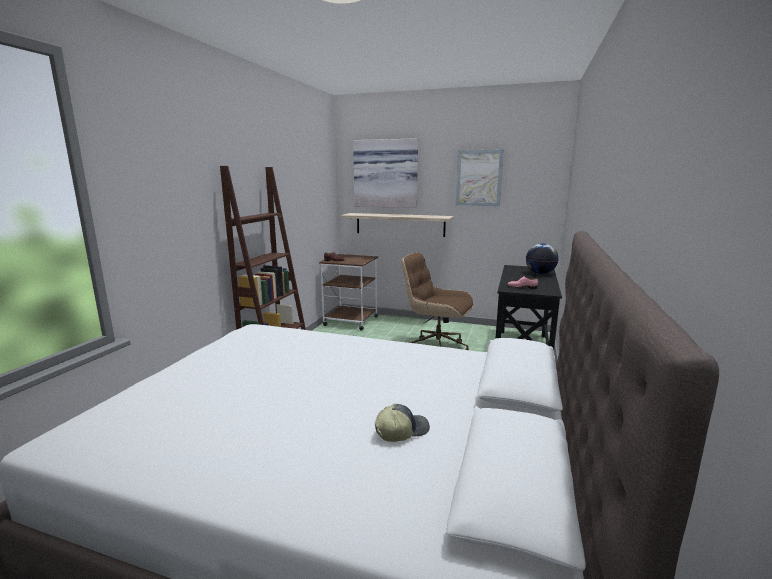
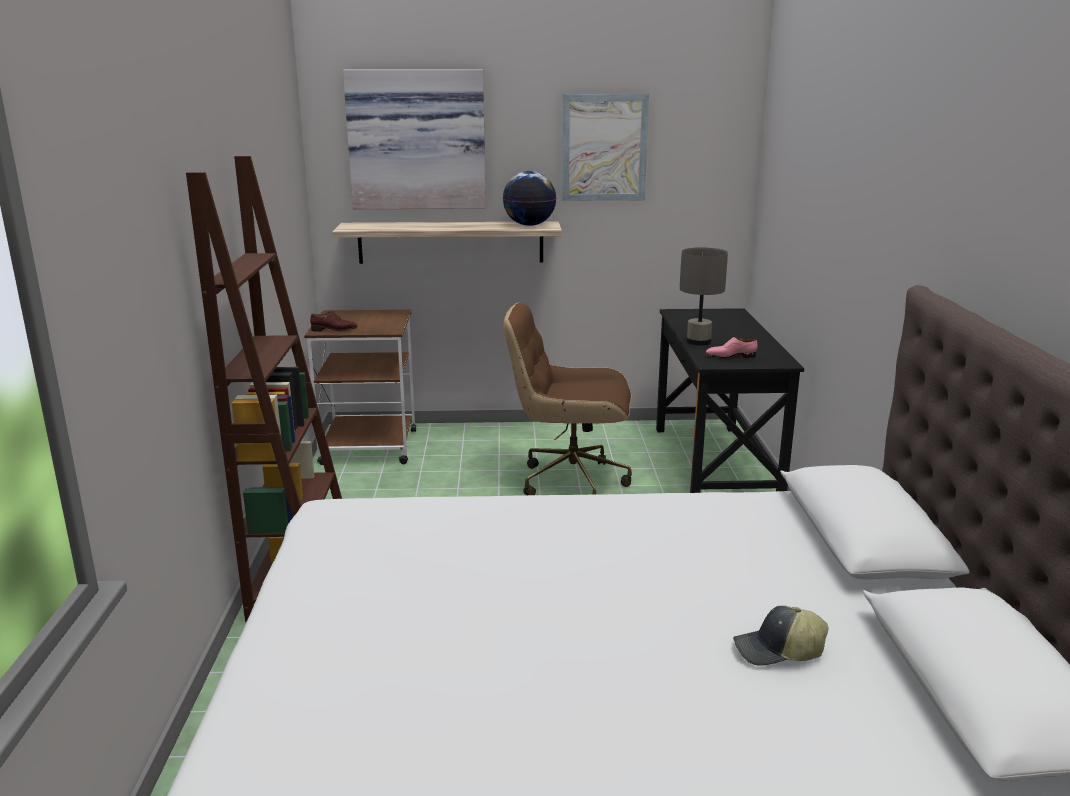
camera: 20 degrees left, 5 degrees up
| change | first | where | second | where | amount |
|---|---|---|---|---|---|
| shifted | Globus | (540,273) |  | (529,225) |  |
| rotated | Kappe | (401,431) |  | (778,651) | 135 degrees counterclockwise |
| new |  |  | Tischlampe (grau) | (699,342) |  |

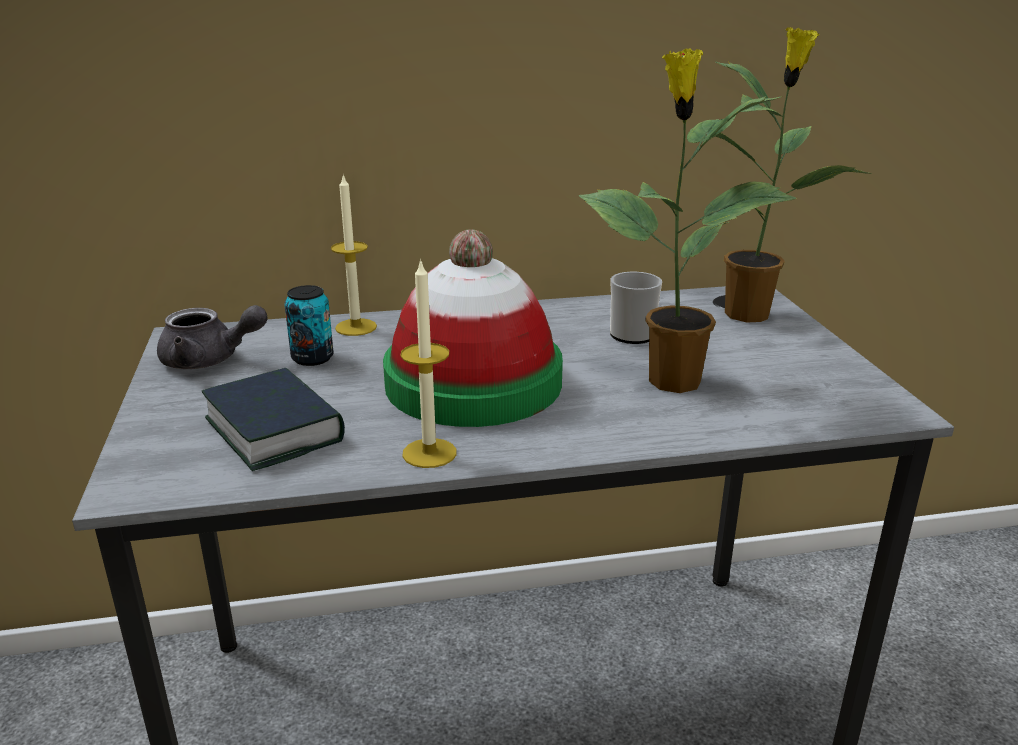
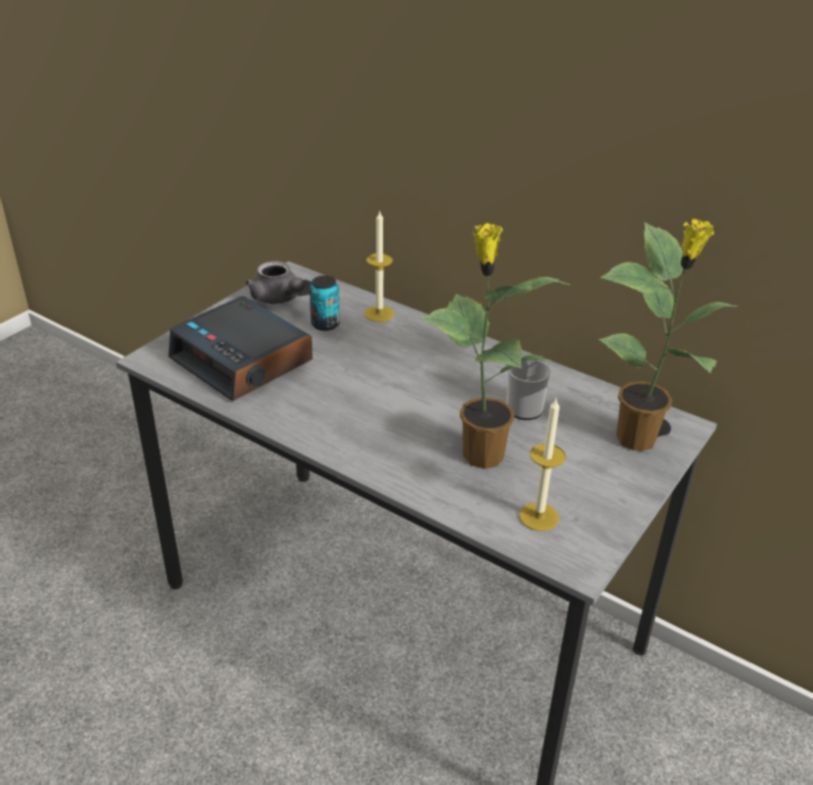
camera: 45 degrees right, 10 degrees up
| change | first | where | second | where | amount |
|---|---|---|---|---|---|
| gone | Hut | (473,382) |  |  |  |
| shifted | Kerze | (429,453) |  | (539,516) |  |
| swapped | Buch | (274,430) | Wecker | (243,360) |  |

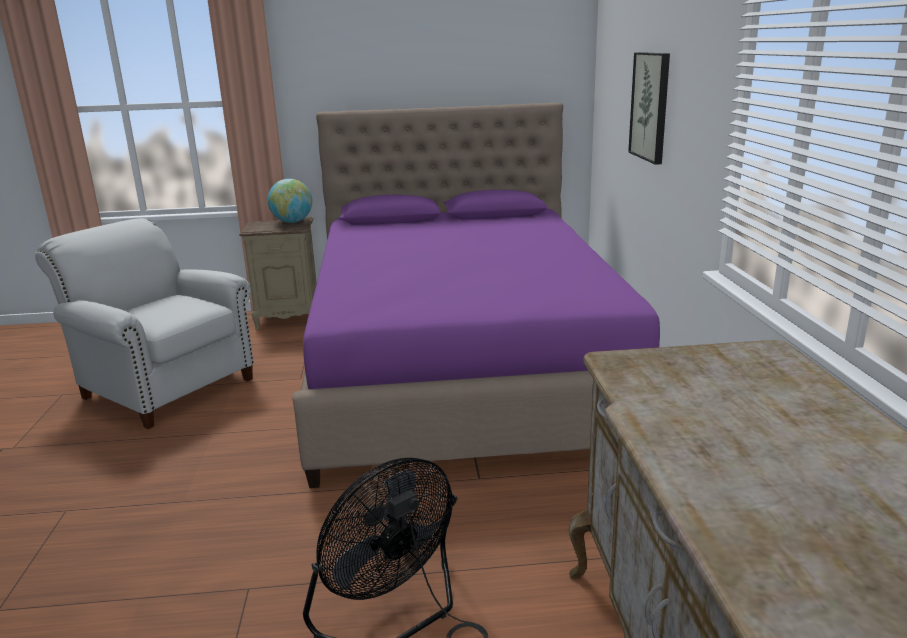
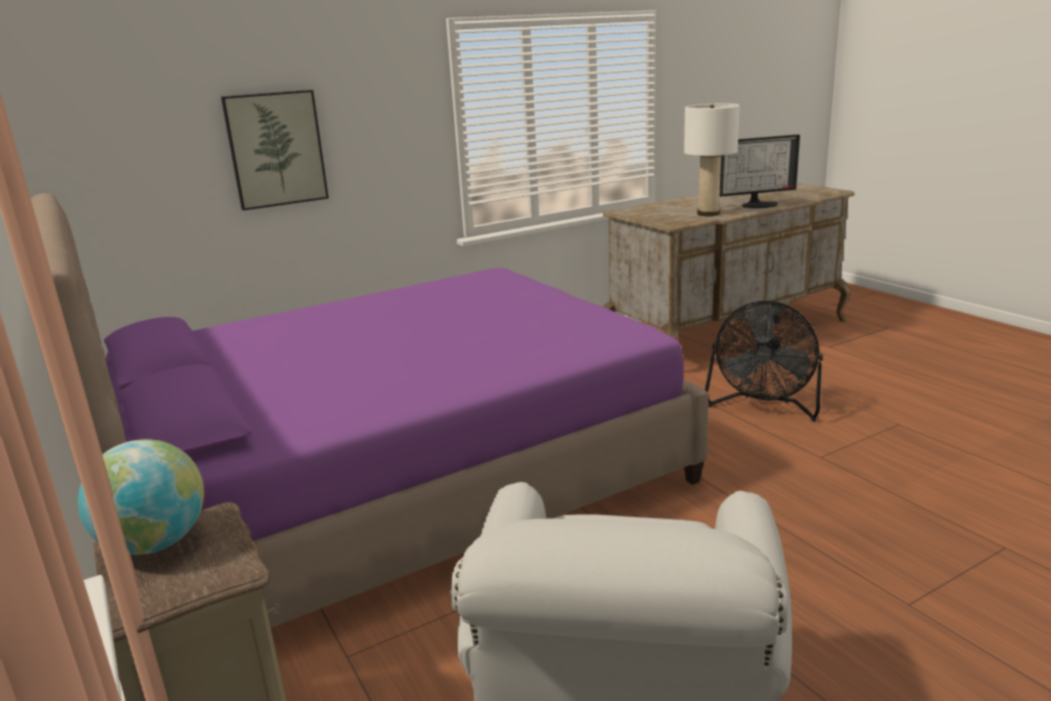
camera: 115 degrees left, 0 degrees up
| change | first | where | second | where | amount |
|---|---|---|---|---|---|
| new |  |  | Tischlampe (weiß) | (708,214) |  |
| new |  |  | Monitor | (758,204) |  |

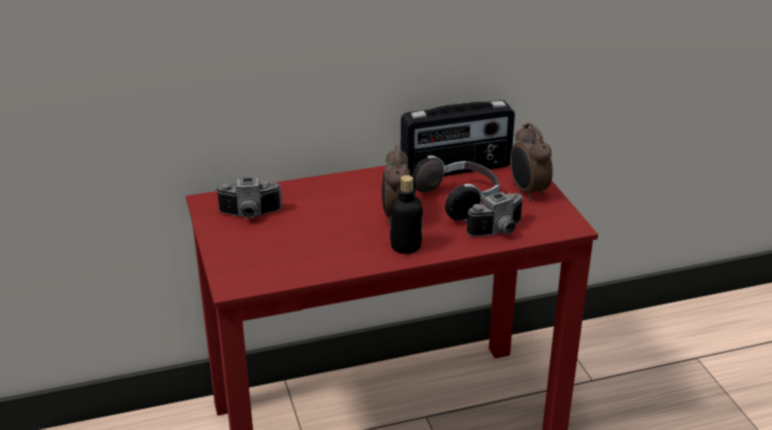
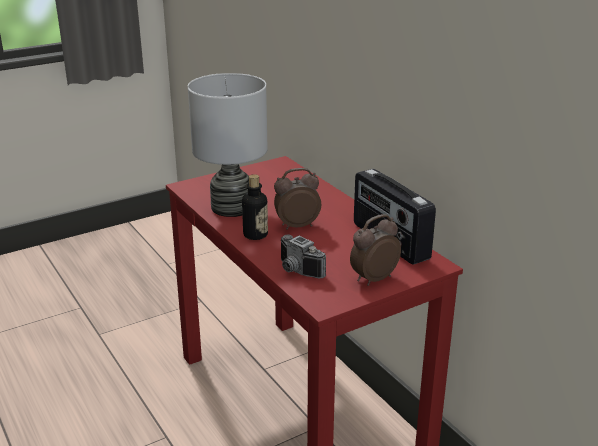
camera: 75 degrees right, 5 degrees down
| change | first | where | second | where | amount |
|---|---|---|---|---|---|
| gone | Kopfhörer | (459,200) |  |  |  |
| gone | Kamera | (250,215) |  |  |  |
| new |  |  | Tischlampe (grau) | (232,207) |  |

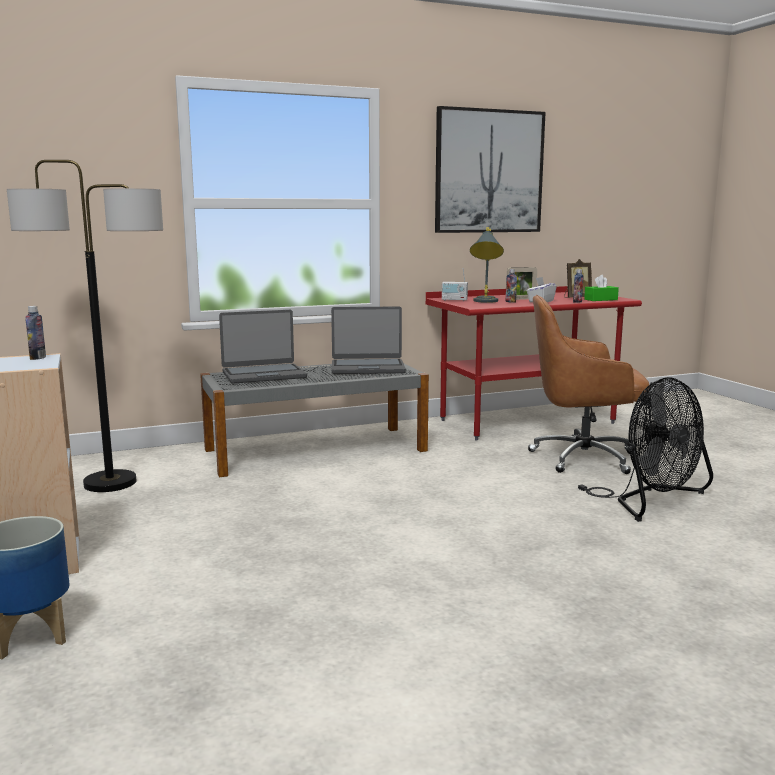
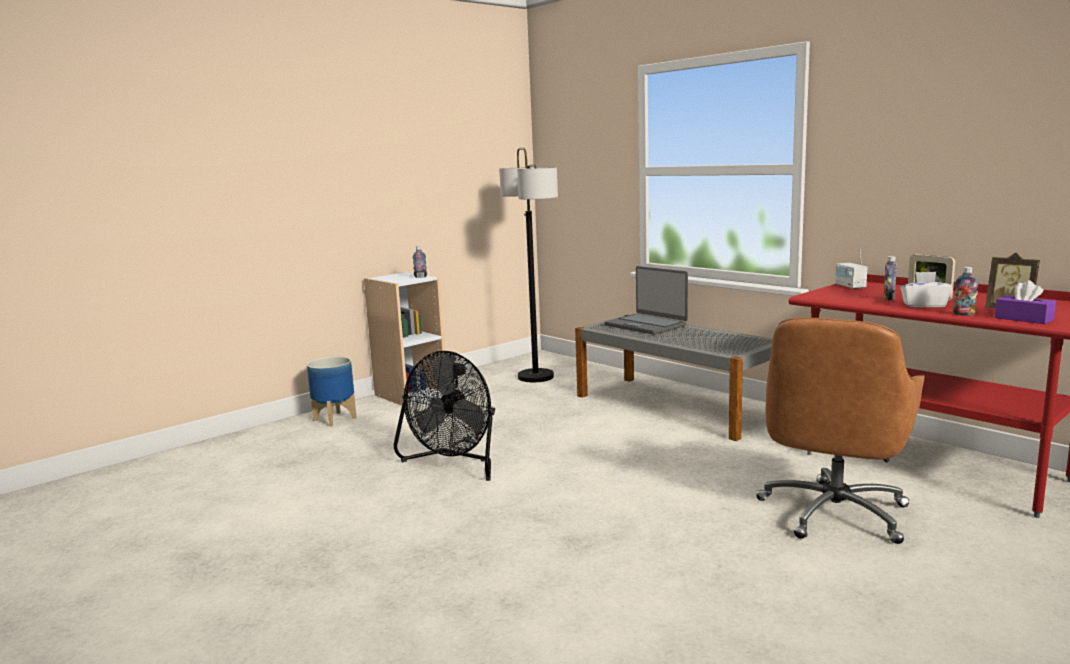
camera: 70 degrees right, 0 degrees up
| change | first | where | second | where | amount |
|---|---|---|---|---|---|
| gone | Bild | (489,172) |  |  |  |
| gone | Tischlampe (grau) | (485,302) |  |  |  |
| repainted | Taschentuchbox (grün) | (601,299) | Taschentuchbox (lila) | (1023,319) |  |
| rotated | Bürostuhl (braun) | (583,457) |  | (833,513) | 135 degrees counterclockwise |
| gone | Laptop | (367,368) |  |  |  |
| shifted | Ventilator (schwarz) | (647,500) |  | (454,462) |  |

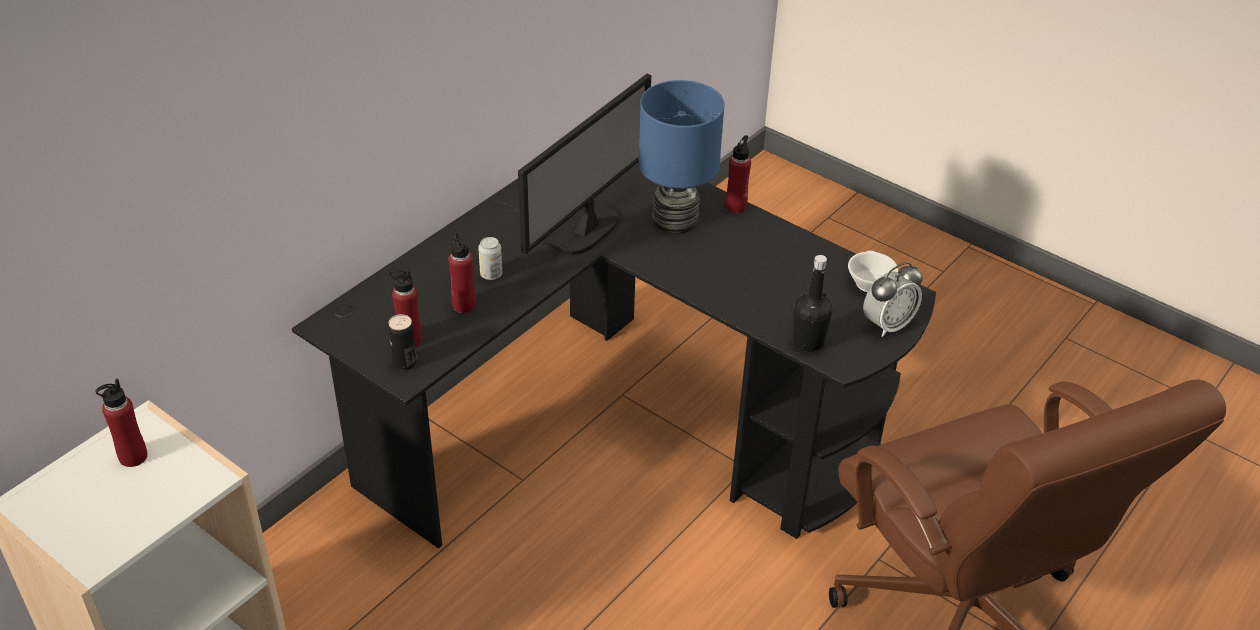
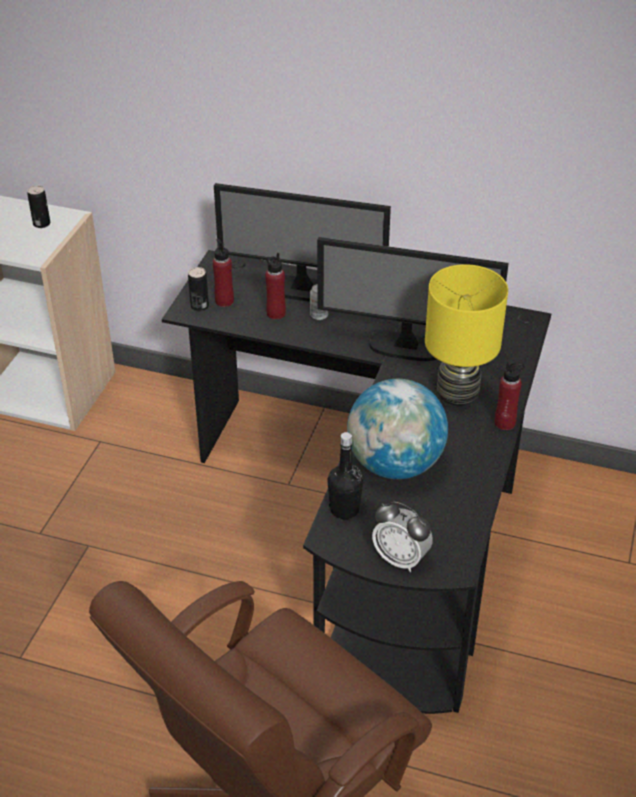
camera: 70 degrees right, 0 degrees up
| change | first | where | second | where | amount |
|---|---|---|---|---|---|
| repainted | Tischlampe (blau) | (675,219) | Tischlampe (gelb) | (458,391) |  |
| gone | Tasse (weiß) | (867,282) |  |  |  |
| swapped | Flasche (rot) | (133,456) | Dose | (41,224) |  |
| new |  |  | Monitor | (302,290) |  |
| new |  |  | Globus | (395,464) |  |

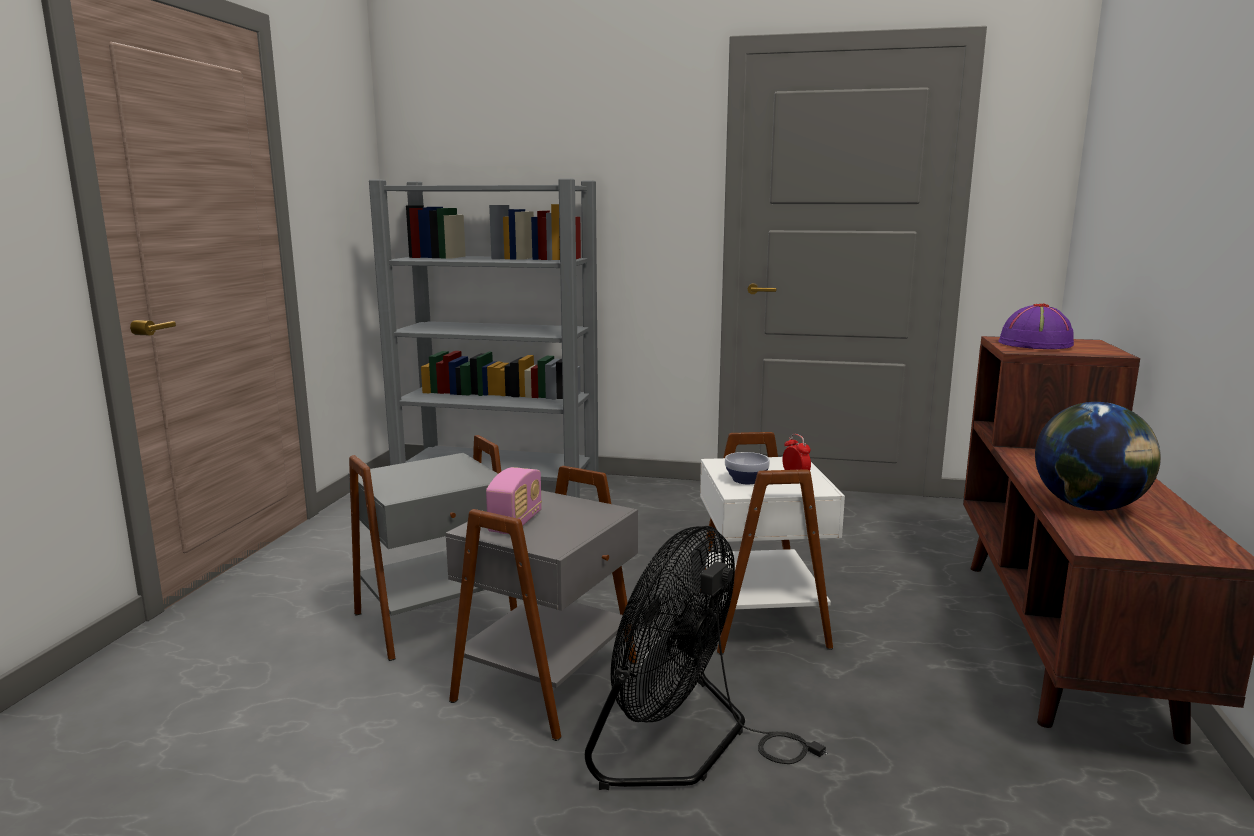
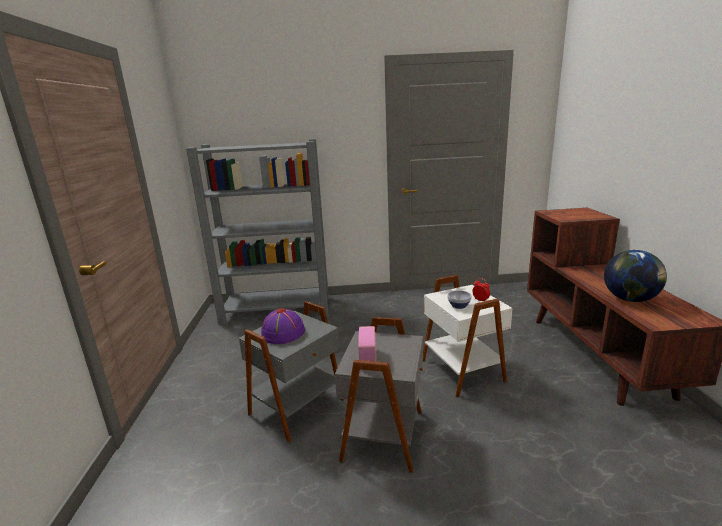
camera: 15 degrees left, 5 degrees up
| change | first | where | second | where | amount |
|---|---|---|---|---|---|
| shifted | Hut (lila) | (1035,345) |  | (283,333) |  |
| gone | Ventilator (schwarz) | (697,740) |  |  |  |

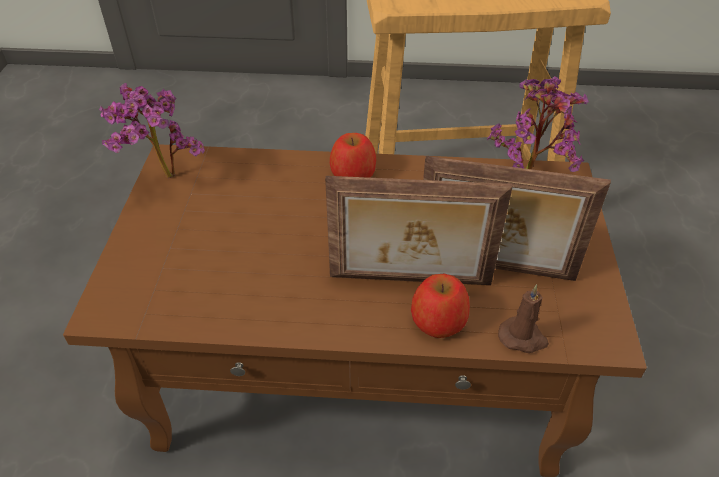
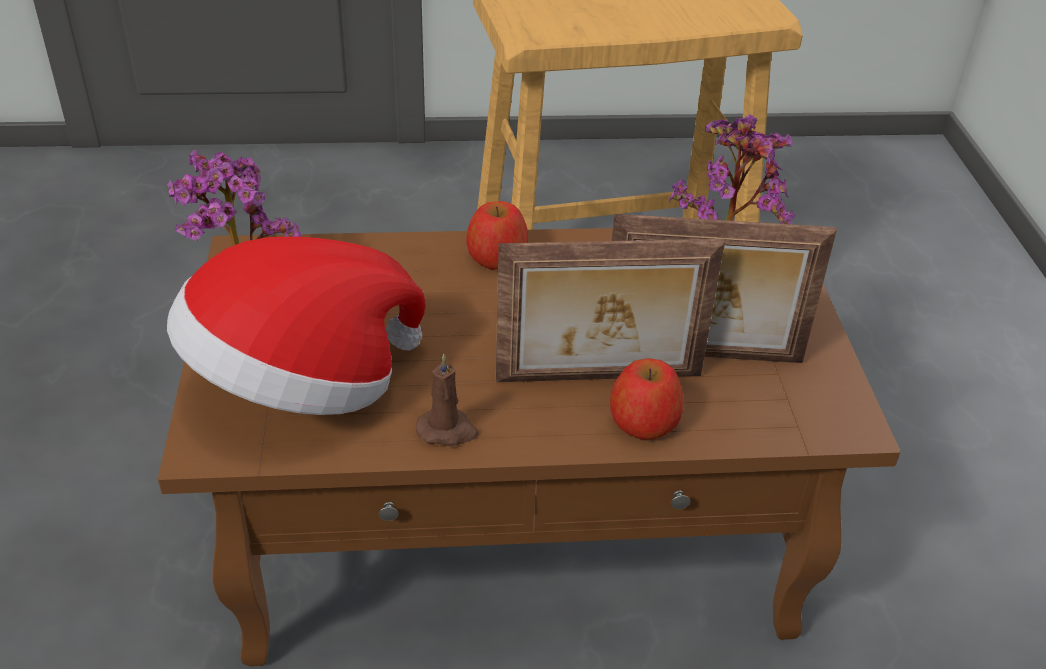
camera: 10 degrees left, 5 degrees down
| change | first | where | second | where | amount |
|---|---|---|---|---|---|
| shifted | Kerze (braun) | (523,337) |  | (448,430) |  |
| new |  |  | Hut | (301,384) |  |

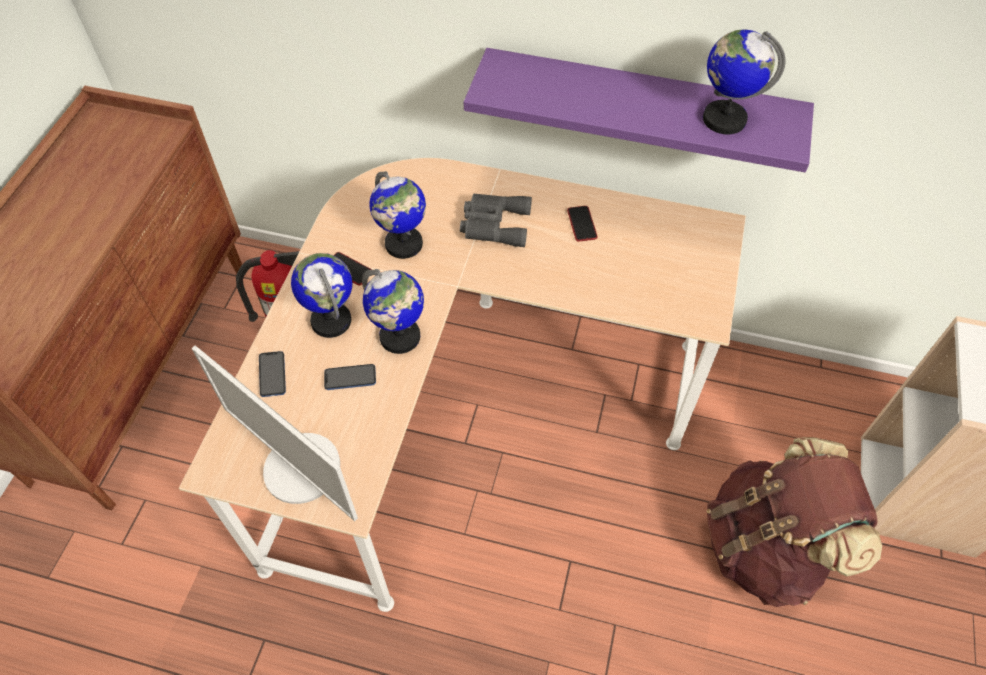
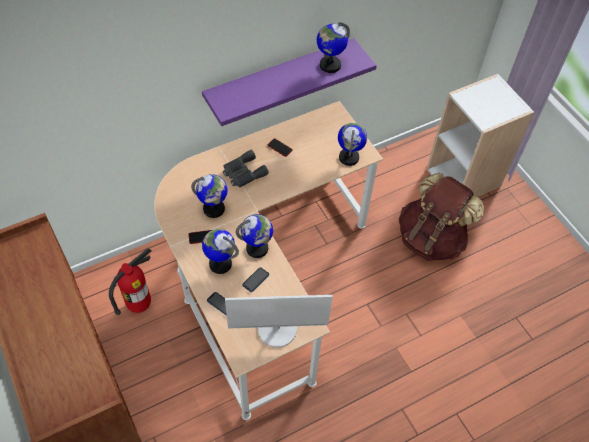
camera: 45 degrees left, 0 degrees up
| change | first | where | second | where | amount |
|---|---|---|---|---|---|
| new |  |  | Globus | (349,157) |  |

